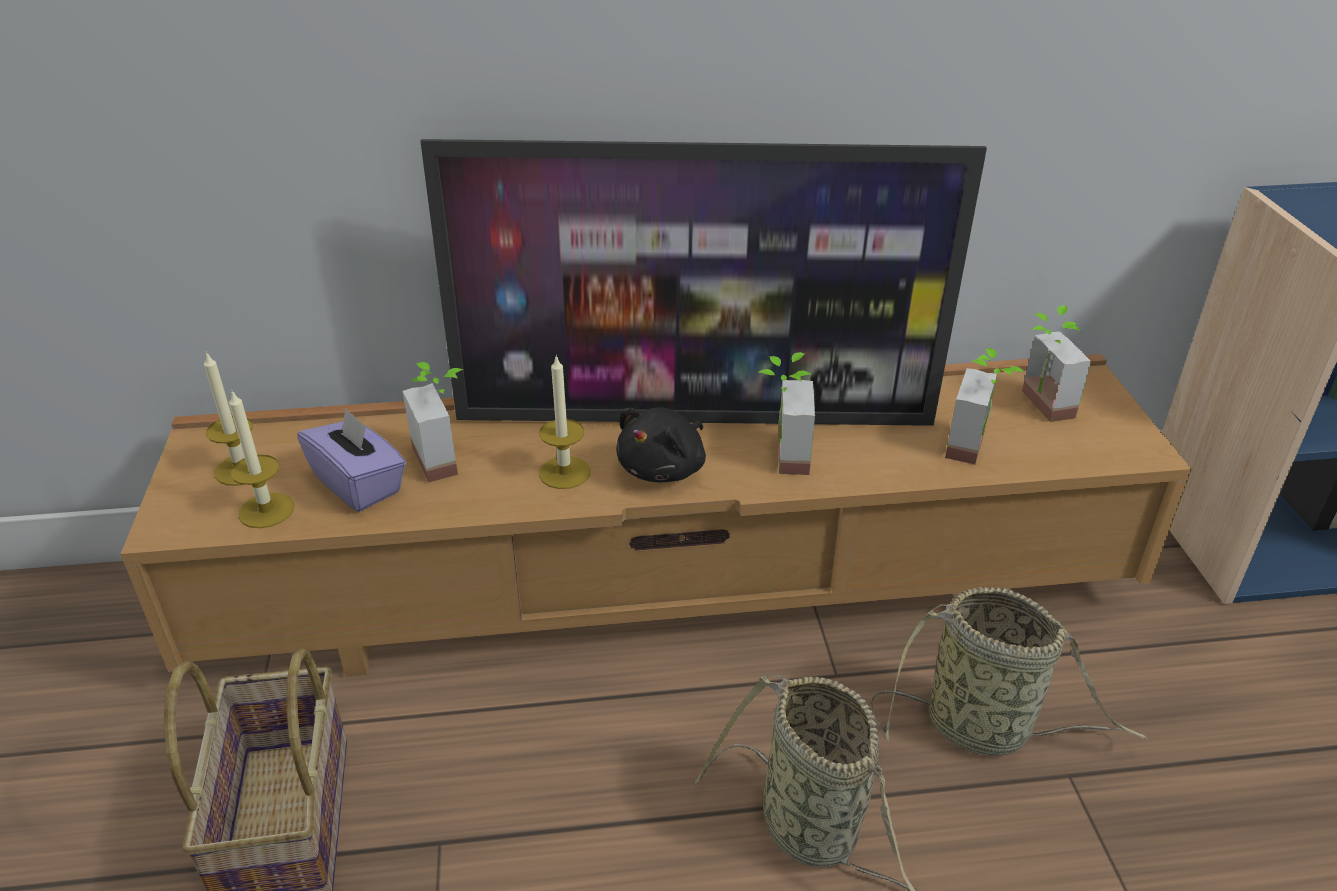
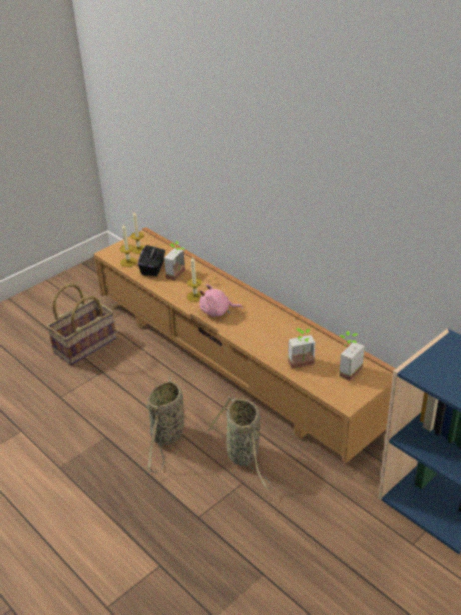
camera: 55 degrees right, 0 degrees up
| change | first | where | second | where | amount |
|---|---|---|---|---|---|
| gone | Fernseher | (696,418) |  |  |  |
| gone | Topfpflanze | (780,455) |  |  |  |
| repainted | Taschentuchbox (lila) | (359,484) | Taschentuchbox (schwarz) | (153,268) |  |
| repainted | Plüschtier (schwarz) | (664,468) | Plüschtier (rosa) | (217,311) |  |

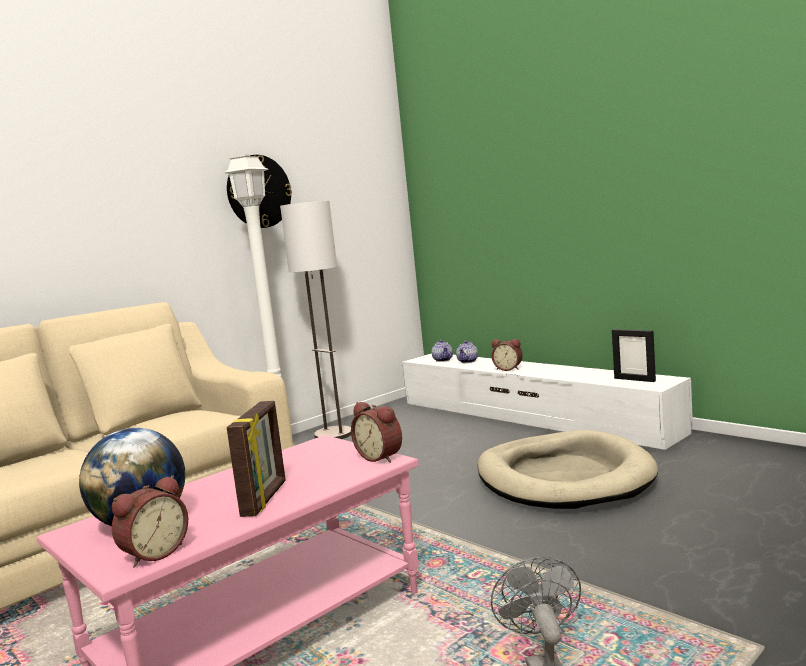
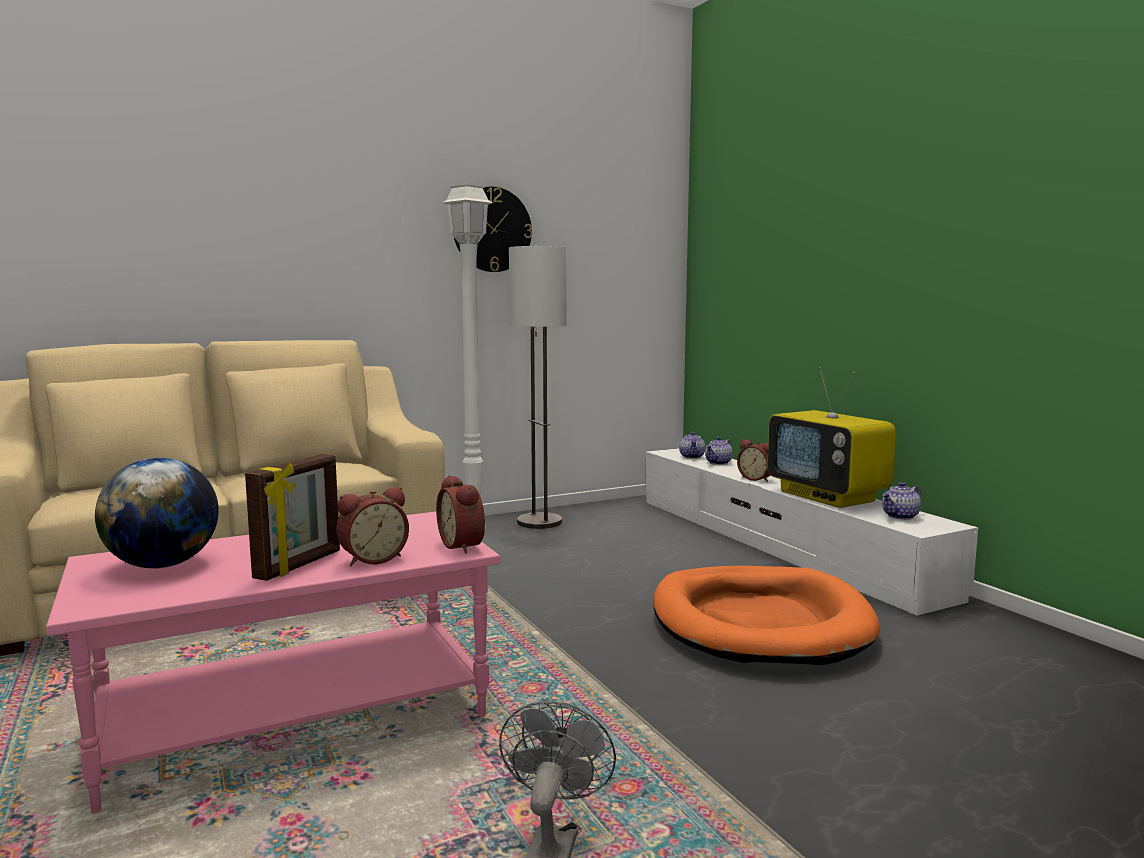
camera: 15 degrees right, 0 degrees up
| change | first | where | second | where | amount |
|---|---|---|---|---|---|
| swapped | Bilderrahmen | (635,379) | Teekanne | (901,517) |  |
| repainted | Hundebett (beige) | (563,477) | Hundebett (orange) | (759,622) |  |
| shifted | Wecker | (153,553) |  | (372,559) |  |
| new |  |  | Fernseher | (828,496) |  |

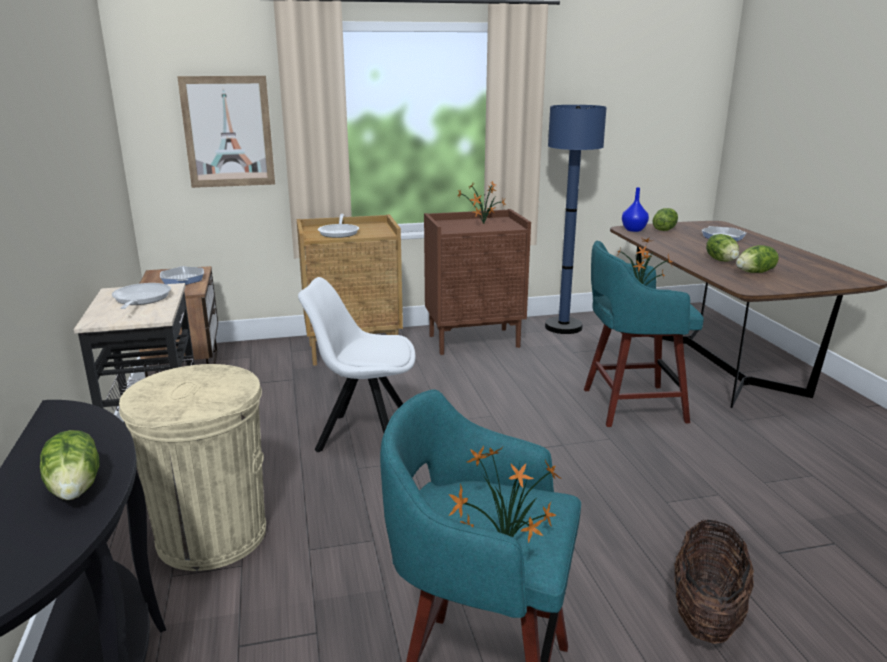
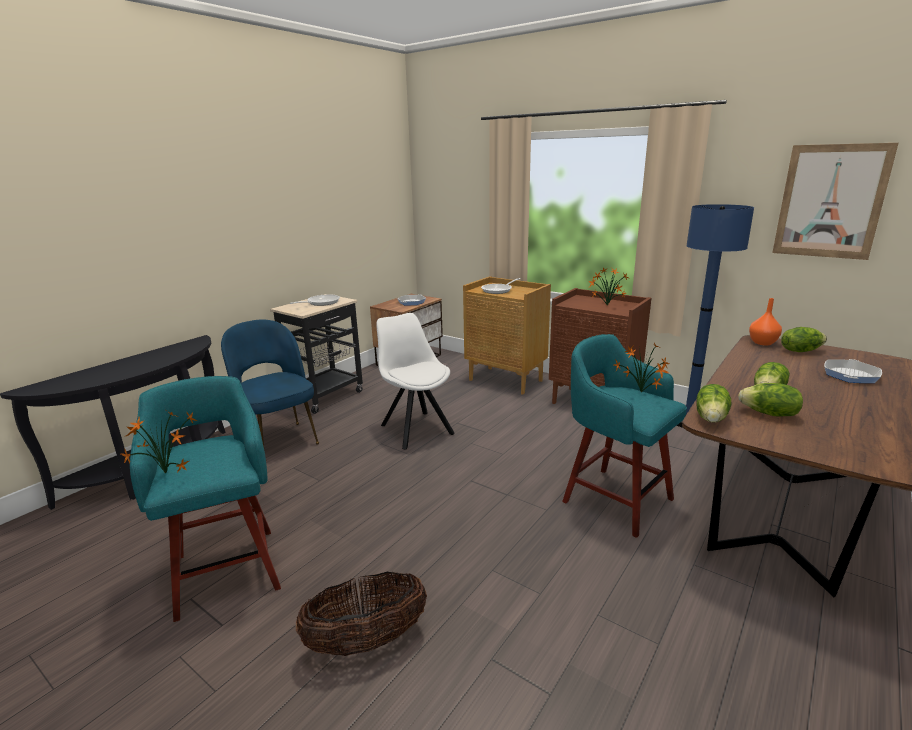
camera: 50 degrees right, 0 degrees up
| change | first | where | second | where | amount |
|---|---|---|---|---|---|
| shifted | Bild | (228,132) |  | (830,202) |  |
| repainted | Vase (blau) | (634,230) | Vase (orange) | (762,343) |  |
| swapped | Mülleimer (beige) | (212,535) | Stuhl (blau) | (280,439) |  |
| shifted | Salatkopf | (76,487) |  | (711,418) |  |

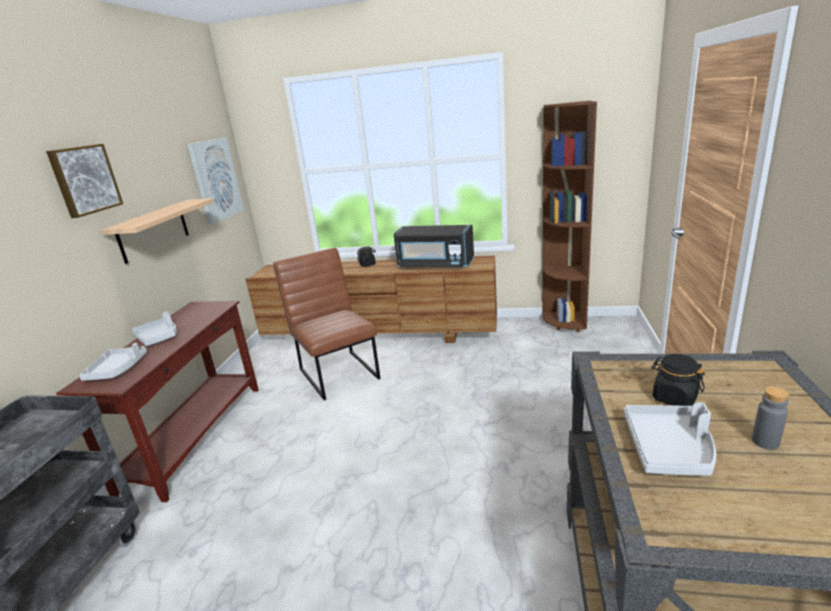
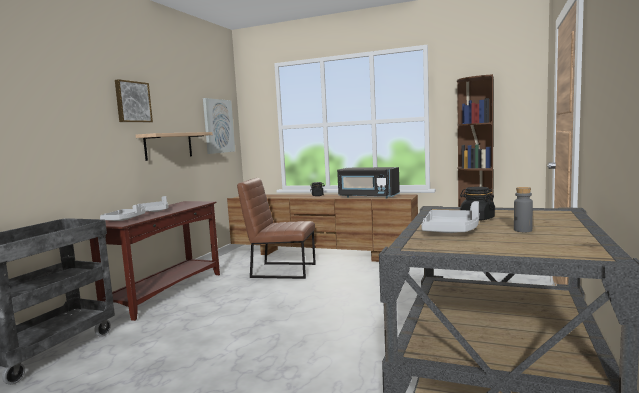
camera: 10 degrees right, 15 degrees down
| change | first | where | second | where | amount |
|---|---|---|---|---|---|
| rotated | Stuhl (braun) | (338,372) |  | (281,270) | 60 degrees counterclockwise |

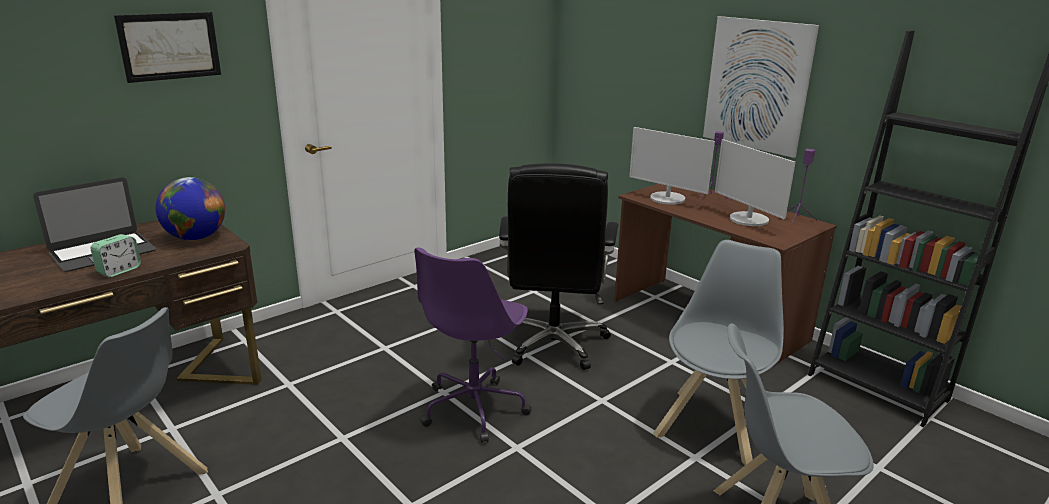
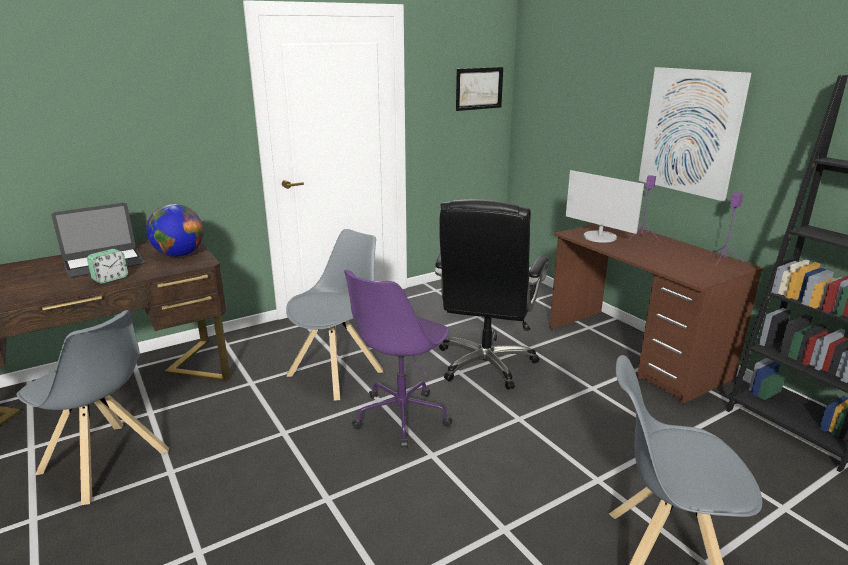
camera: 10 degrees right, 0 degrees up
| change | first | where | second | where | amount |
|---|---|---|---|---|---|
| shifted | Bild | (170,46) |  | (479,88) |  |
| gone | Monitor | (748,219) |  |  |  |
| shifted | Stuhl (grau) | (714,425) |  | (338,372) |  |

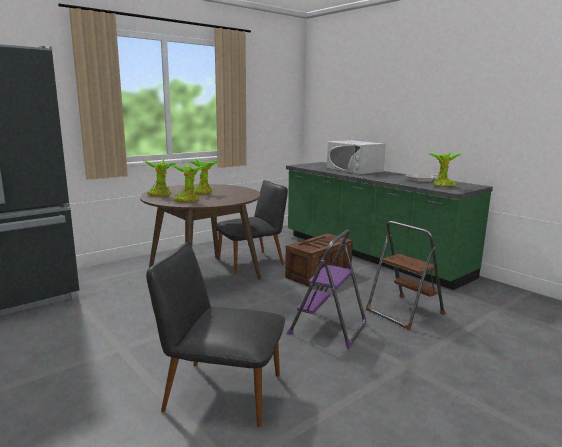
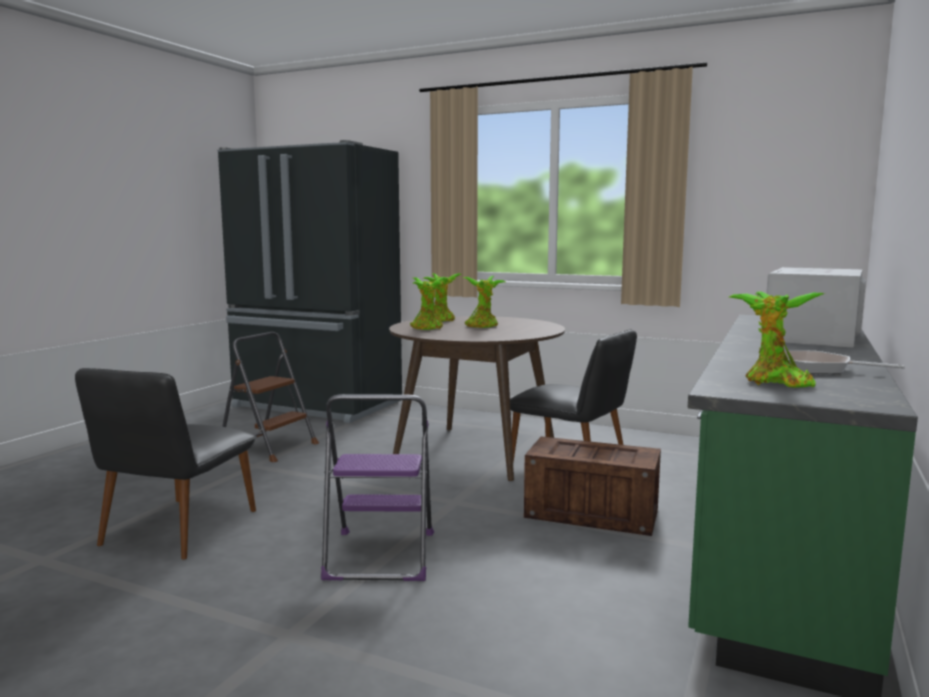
camera: 65 degrees right, 5 degrees down
| change | first | where | second | where | amount |
|---|---|---|---|---|---|
| shifted | Trittleiter (braun) | (402,312) |  | (266,446) |  |
| rotated | Stuhl (schwarz) | (223,392) |  | (180,527) | 150 degrees counterclockwise |

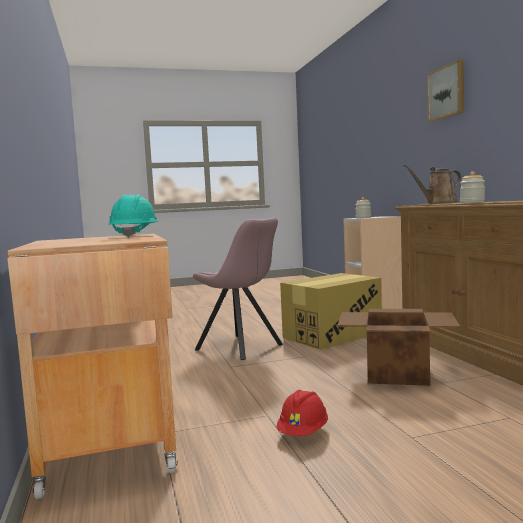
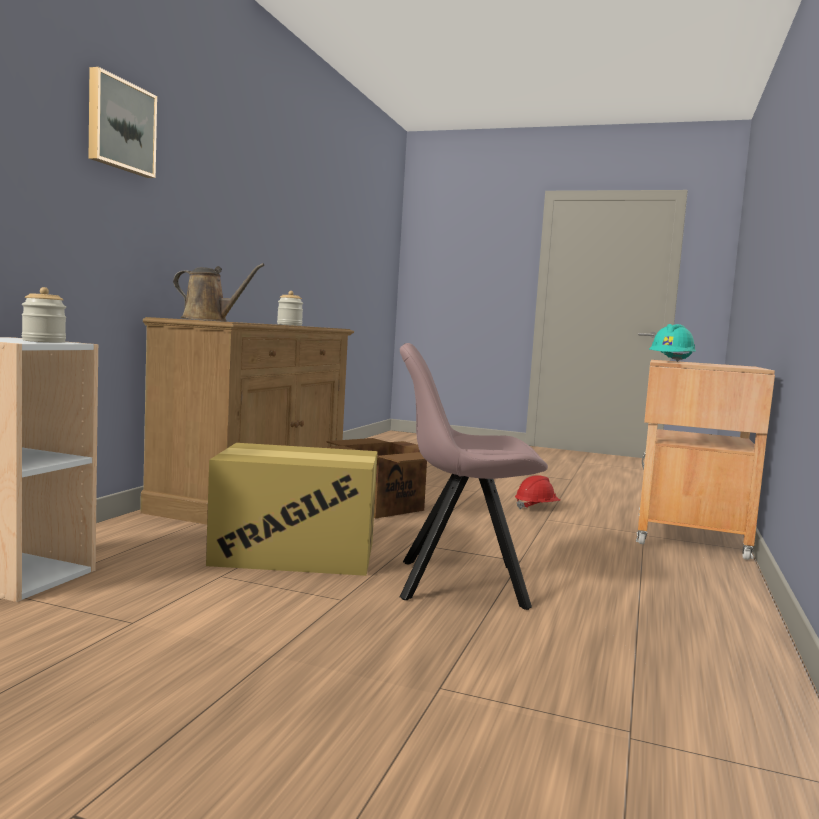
camera: 145 degrees left, 0 degrees up
| change | first | where | second | where | amount |
|---|---|---|---|---|---|
| rotated | Stuhl (rosa) | (240,347) |  | (460,583) | 75 degrees counterclockwise |

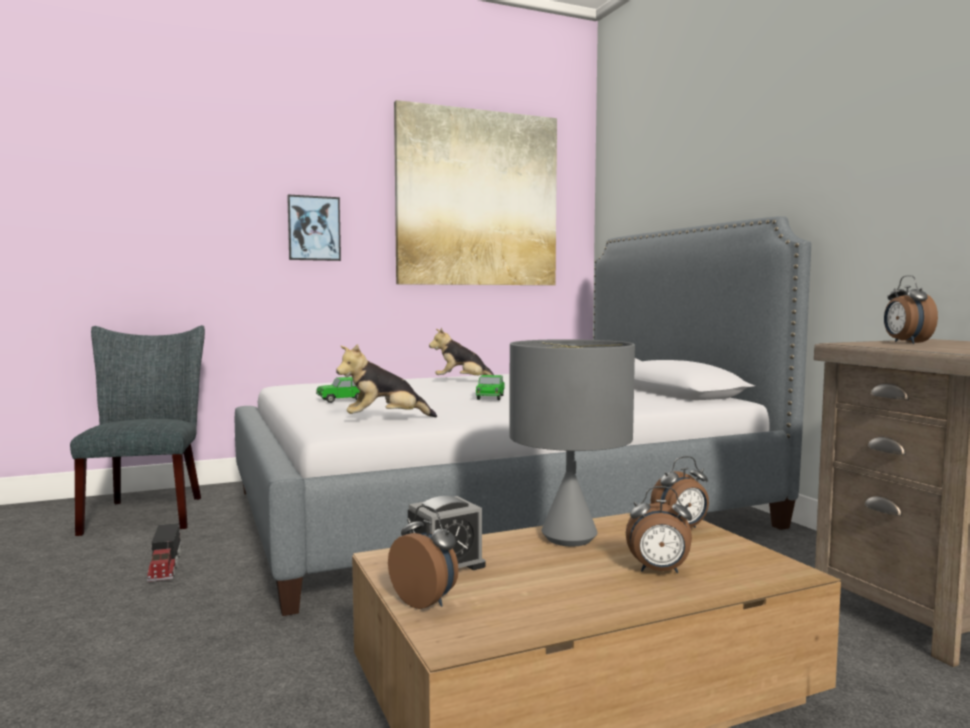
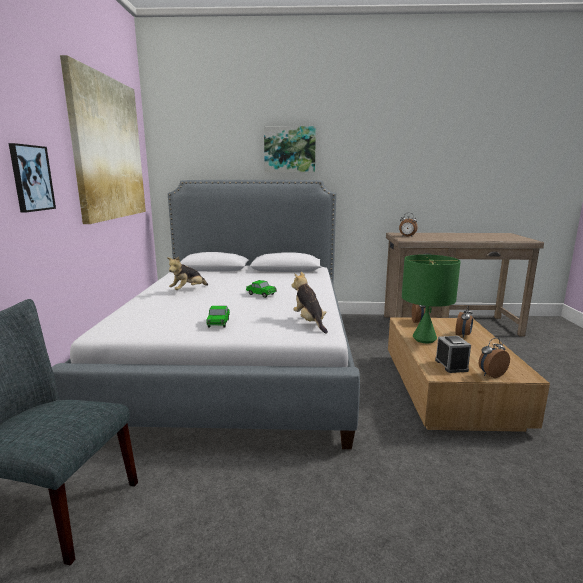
camera: 65 degrees left, 10 degrees up
| change | first | where | second | where | amount |
|---|---|---|---|---|---|
| repainted | Tischlampe (grau) | (568,539) | Tischlampe (grün) | (424,340) |  |
| rotated | Plüschtier | (384,420) |  | (309,322) | 150 degrees clockwise |
| gone | Spielzeuglaster | (165,566) |  |  |  |
| new |  |  | Bild | (289,149) |  |

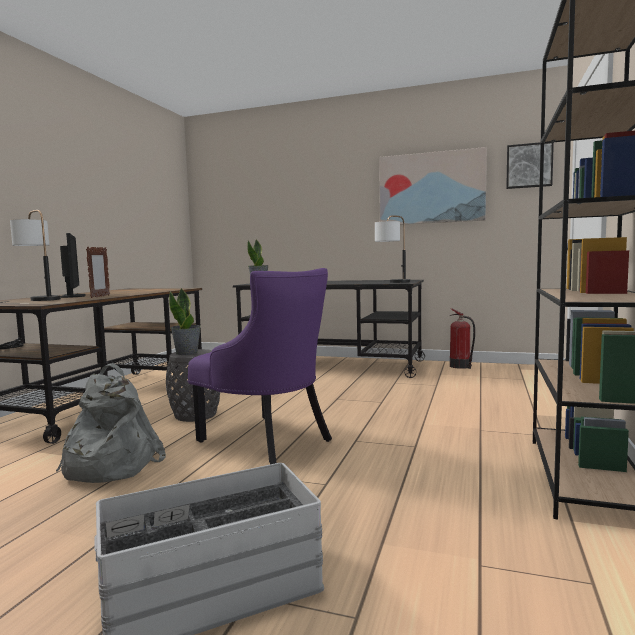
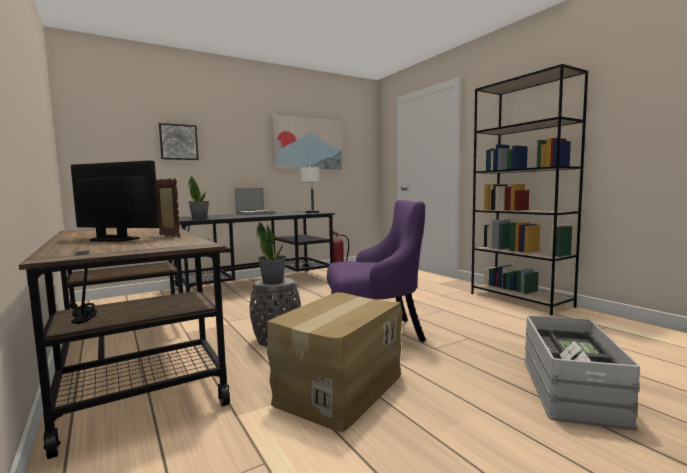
camera: 50 degrees left, 0 degrees up
| change | first | where | second | where | amount |
|---|---|---|---|---|---|
| shifted | Bild | (529,166) |  | (178,142) |  |
| gone | Tischlampe | (40,299) |  |  |  |
| swapped | Rucksack (grau) | (108,466) | Karton | (339,388) |  |
| new |  |  | Laptop | (255,213) |  |

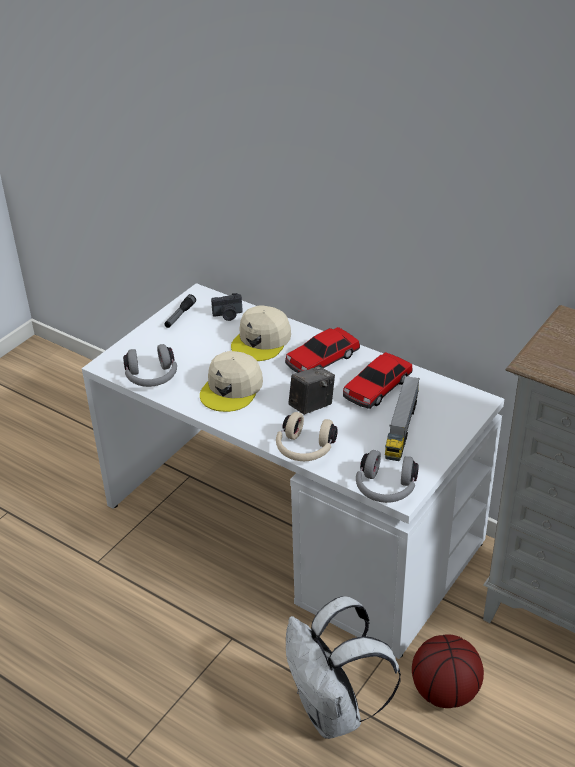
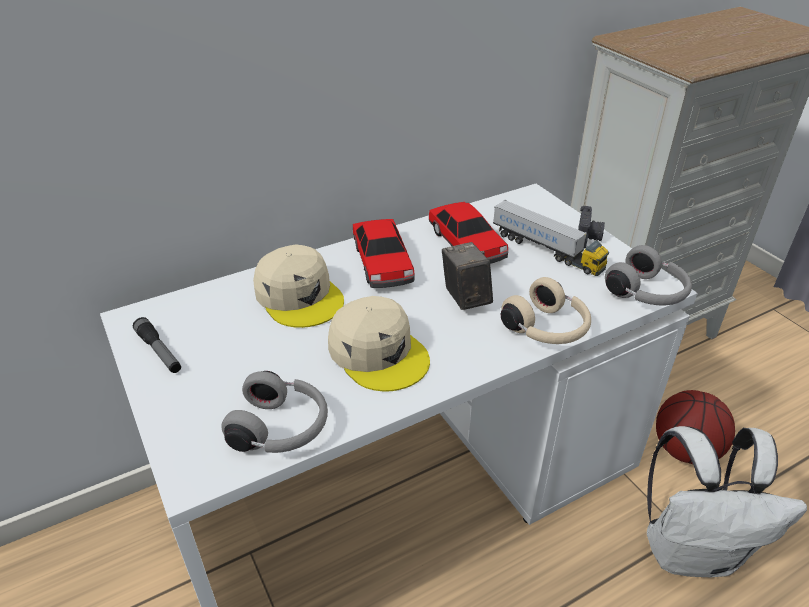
camera: 65 degrees left, 0 degrees up
| change | first | where | second | where | amount |
|---|---|---|---|---|---|
| shifted | Kamera | (228,315) |  | (588,238) |  |

